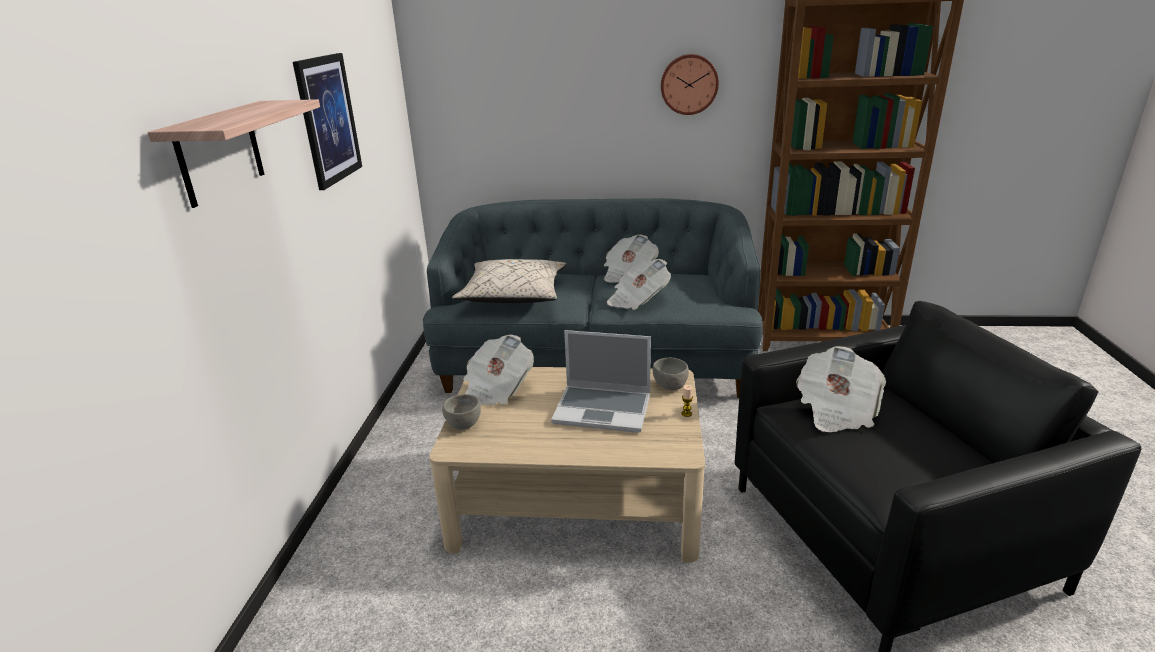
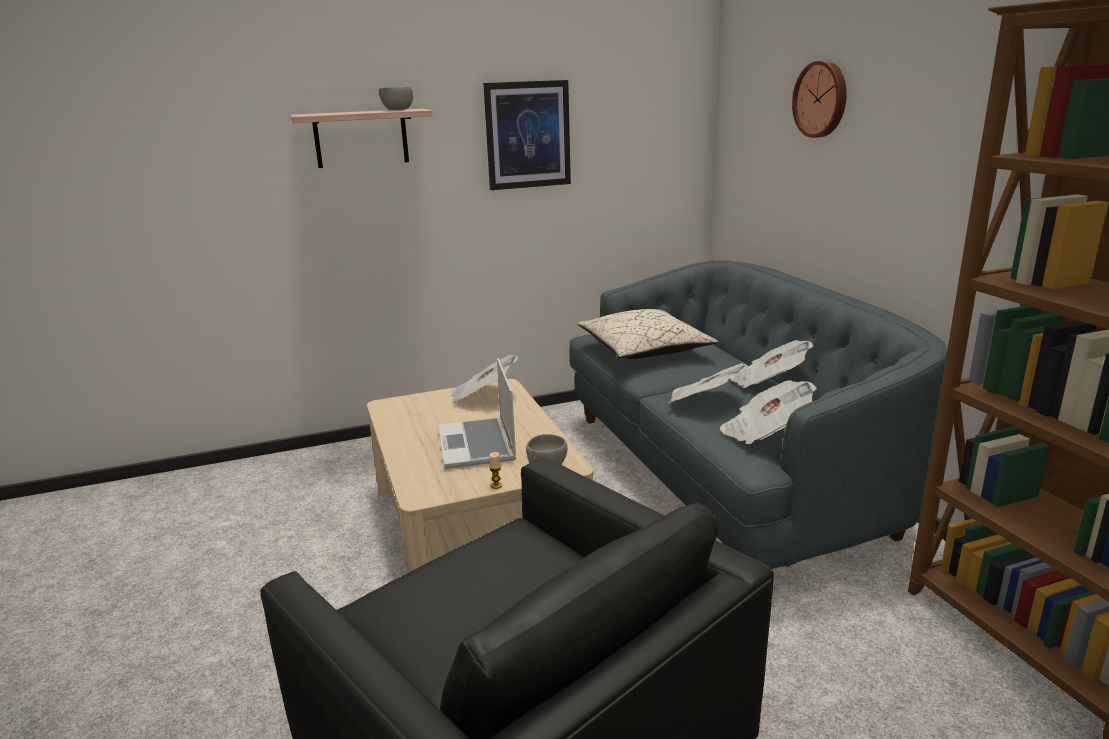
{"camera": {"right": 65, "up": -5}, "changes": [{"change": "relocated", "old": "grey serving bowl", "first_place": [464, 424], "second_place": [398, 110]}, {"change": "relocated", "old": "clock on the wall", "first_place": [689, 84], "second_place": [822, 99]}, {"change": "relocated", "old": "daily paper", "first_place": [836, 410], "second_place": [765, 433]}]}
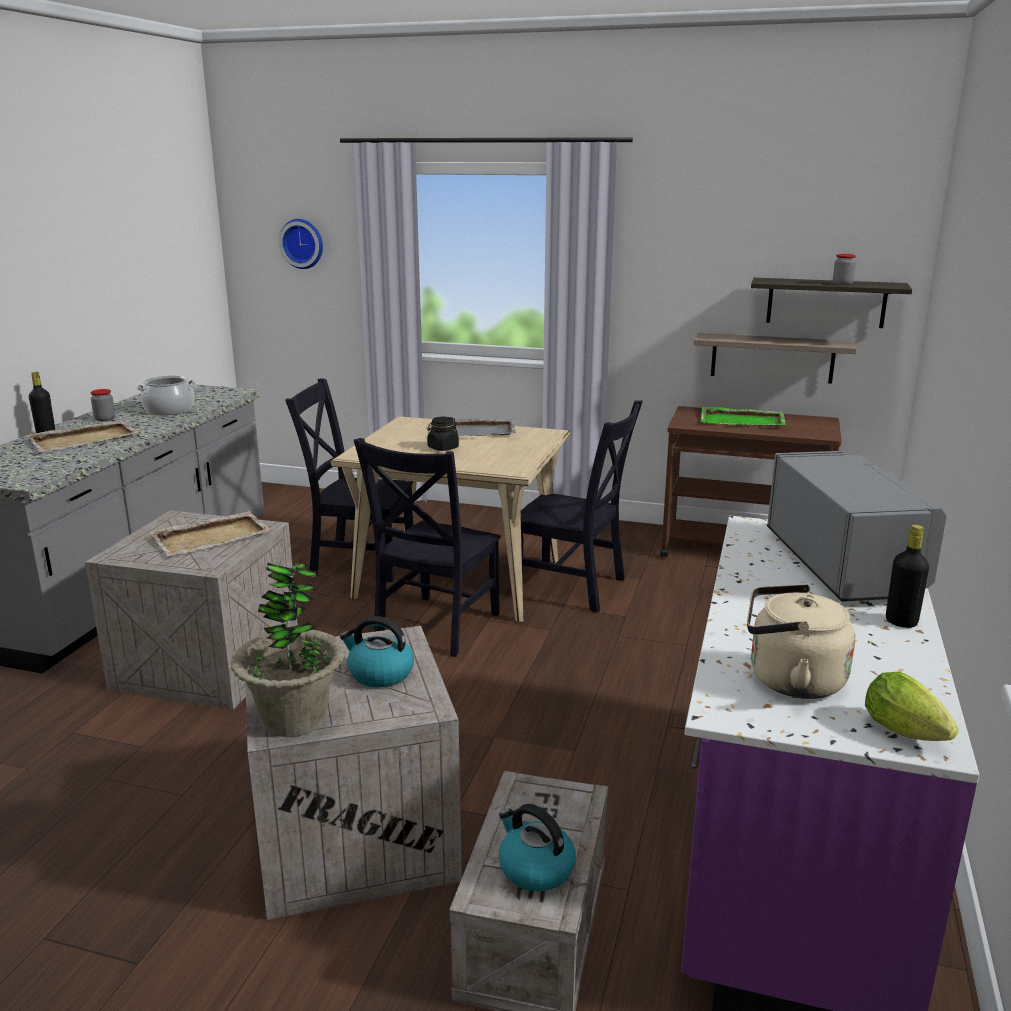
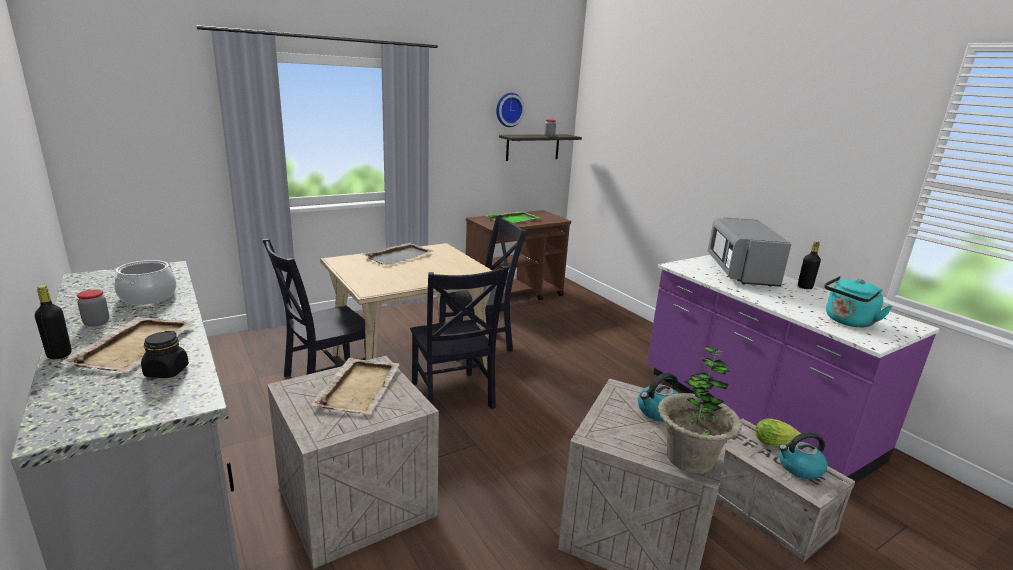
{"camera": {"right": -50, "up": 0}, "changes": [{"change": "missing", "old": "shelf", "first_place": [772, 358]}, {"change": "relocated", "old": "clock on the wall", "first_place": [303, 243], "second_place": [508, 109]}, {"change": "relocated", "old": "black-coloured jar", "first_place": [443, 448], "second_place": [166, 371]}, {"change": "relocated", "old": "lettuce head", "first_place": [908, 734], "second_place": [775, 443]}, {"change": "colour", "old": "sand-coloured water kettle", "new": "turquoise-coloured water kettle", "first_place": [789, 680], "second_place": [847, 322]}, {"change": "spun", "old": "grey microwave oven", "first_place": [843, 565], "second_place": [740, 272], "degrees": -120}]}
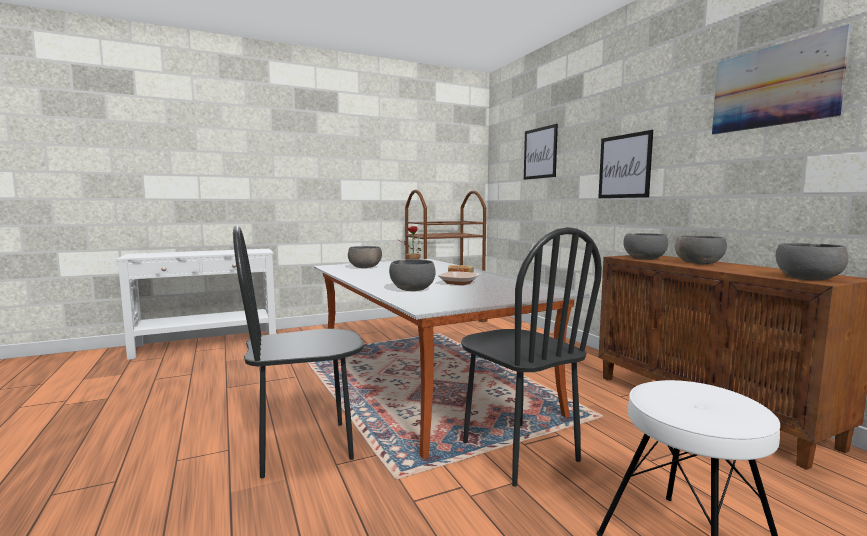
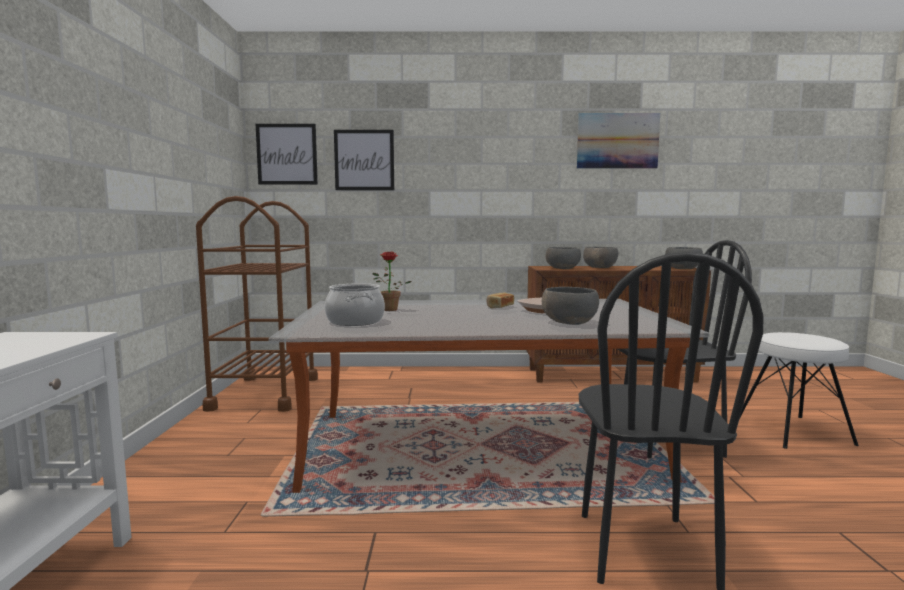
{"camera": {"right": -65, "up": 0}, "changes": [{"change": "relocated", "old": "picture", "first_place": [624, 166], "second_place": [287, 154]}, {"change": "exchanged", "old": "grey serving bowl", "new": "stockpot", "first_place": [365, 267], "second_place": [355, 321]}]}
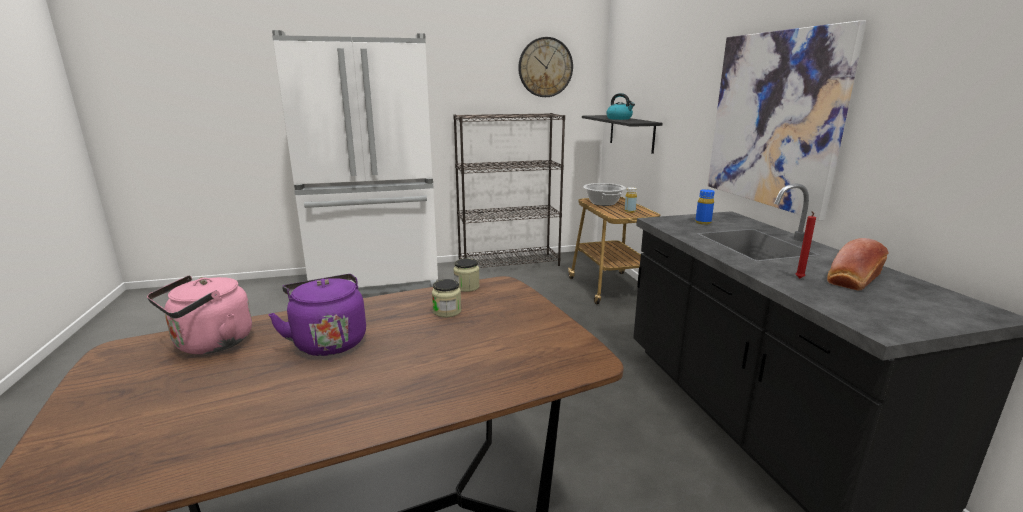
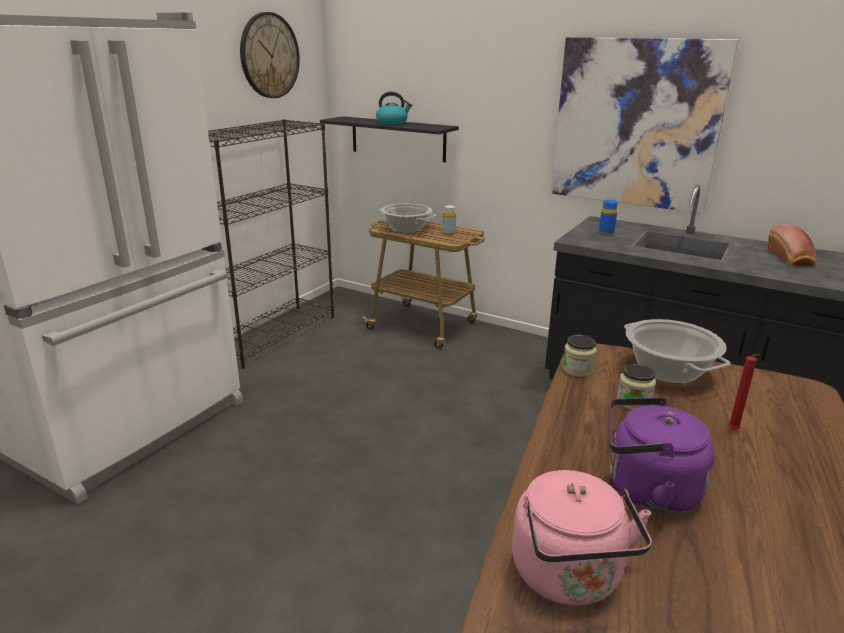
{"camera": {"right": -45, "up": 5}, "changes": [{"change": "appeared", "new": "stockpot", "second_place": [669, 371]}, {"change": "relocated", "old": "red-coloured candle", "first_place": [799, 278], "second_place": [734, 431]}]}
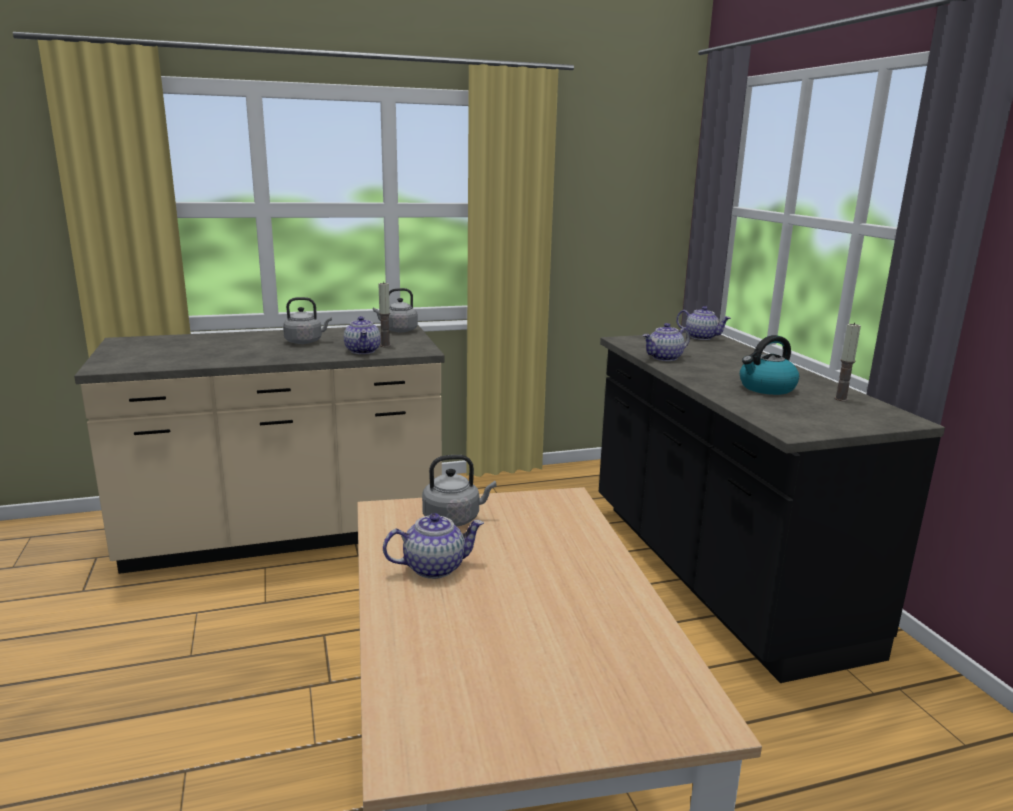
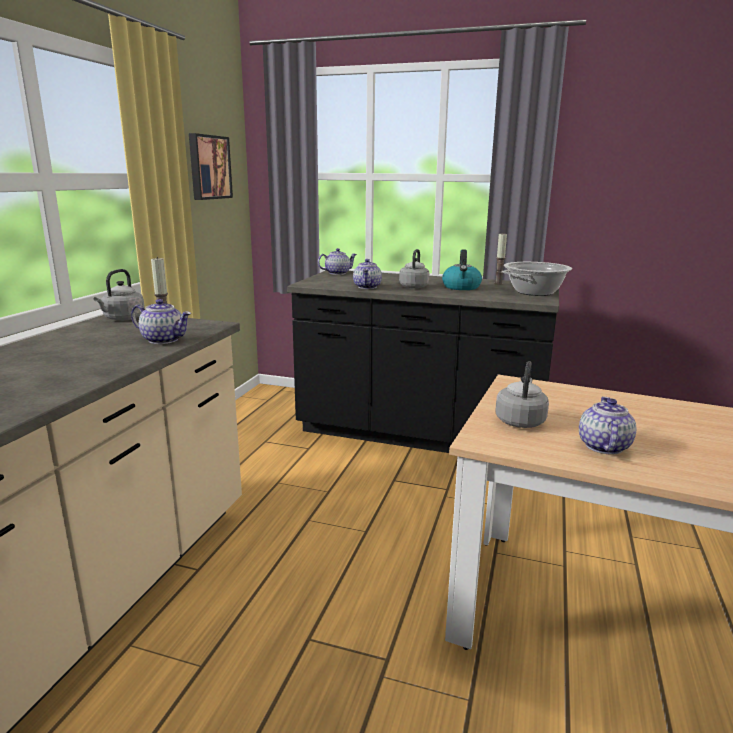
{"camera": {"right": -55, "up": 0}, "changes": [{"change": "appeared", "new": "picture", "second_place": [208, 167]}, {"change": "appeared", "new": "stockpot", "second_place": [534, 292]}, {"change": "relocated", "old": "grey water kettle", "first_place": [305, 342], "second_place": [414, 286]}]}
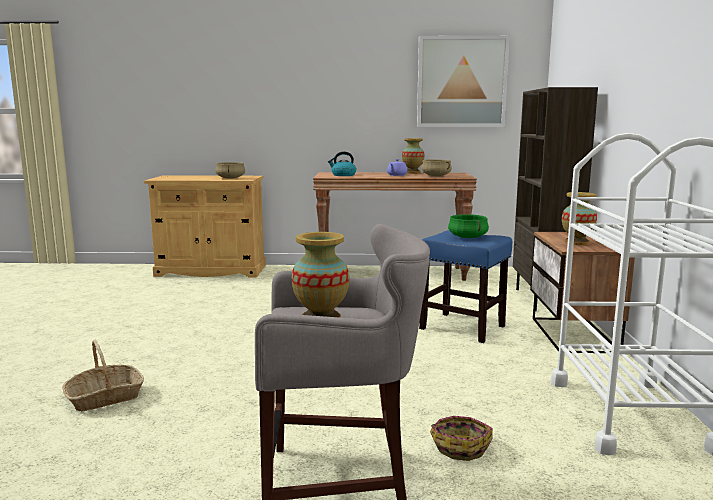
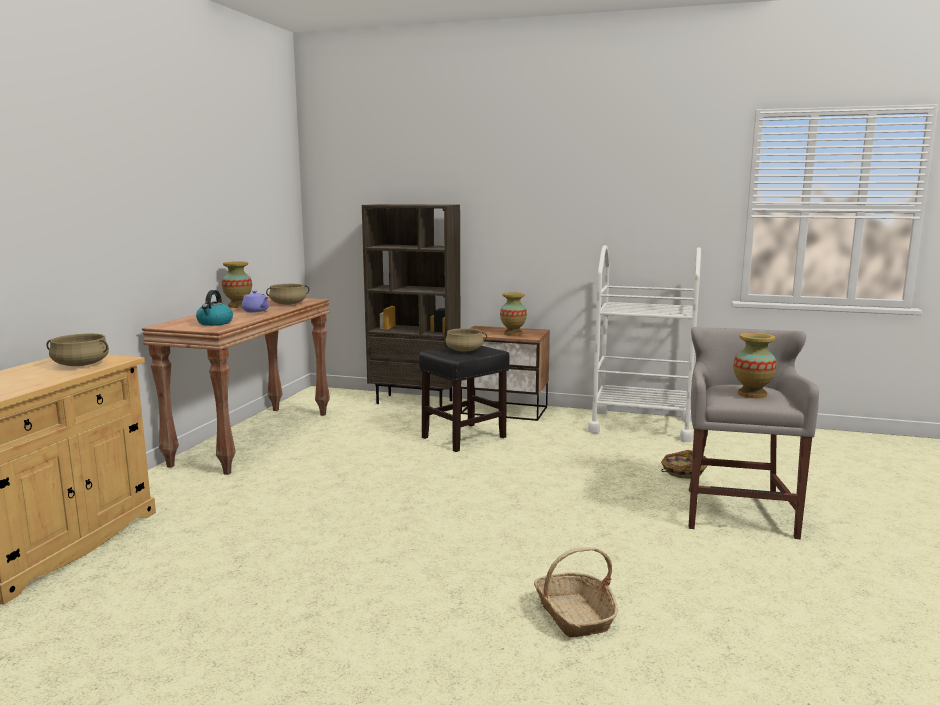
{"camera": {"right": -75, "up": 0}, "changes": [{"change": "missing", "old": "picture", "first_place": [461, 82]}, {"change": "colour", "old": "bluish sitting stool", "new": "black-coloured sitting stool", "first_place": [463, 327], "second_place": [464, 437]}, {"change": "colour", "old": "greenish stockpot", "new": "sand-coloured stockpot", "first_place": [468, 237], "second_place": [464, 350]}]}
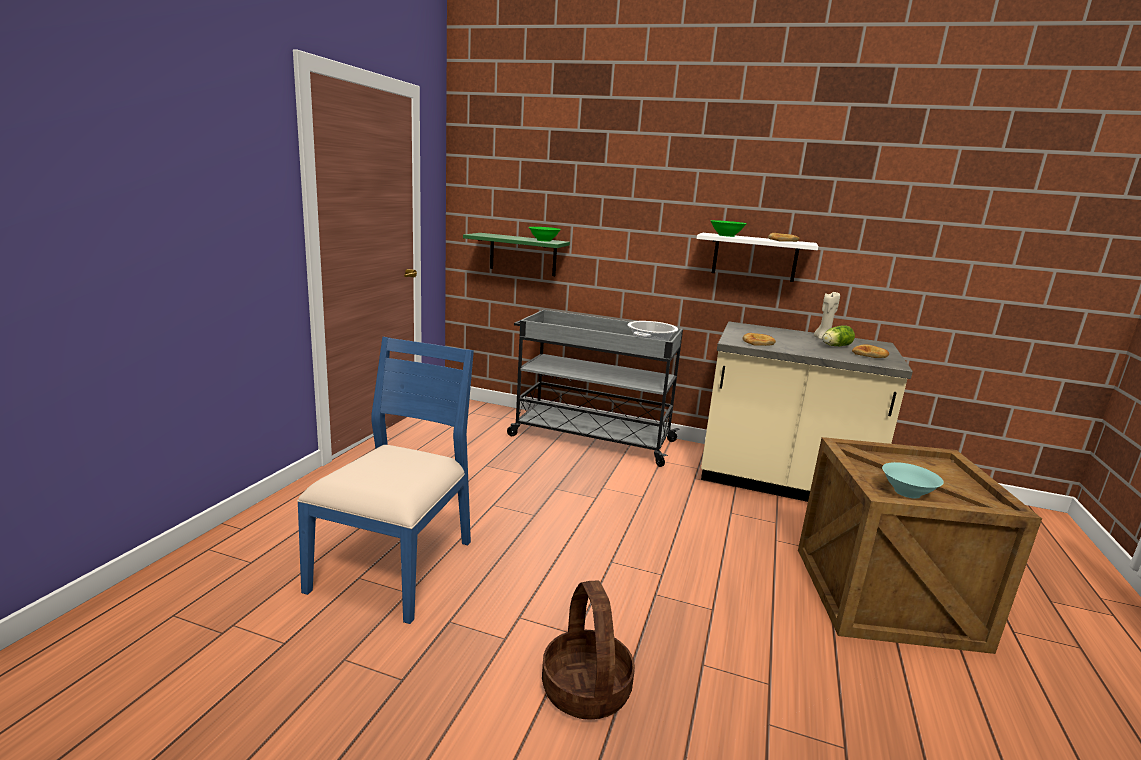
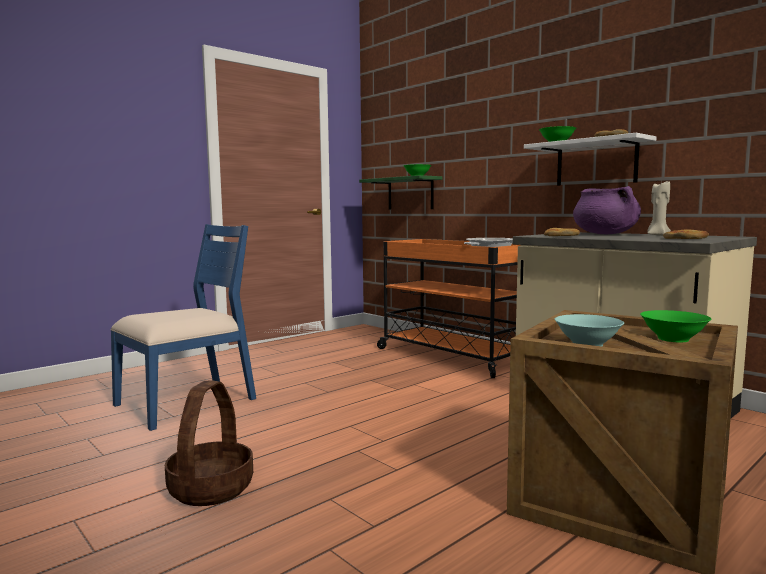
{"camera": {"right": 30, "up": -10}, "changes": [{"change": "missing", "old": "lettuce head", "first_place": [834, 346]}, {"change": "appeared", "new": "purplish stockpot", "second_place": [605, 234]}, {"change": "appeared", "new": "greenish serving bowl", "second_place": [672, 339]}, {"change": "colour", "old": "grey wheeled cart", "new": "orange wheeled cart", "first_place": [590, 438], "second_place": [450, 355]}]}
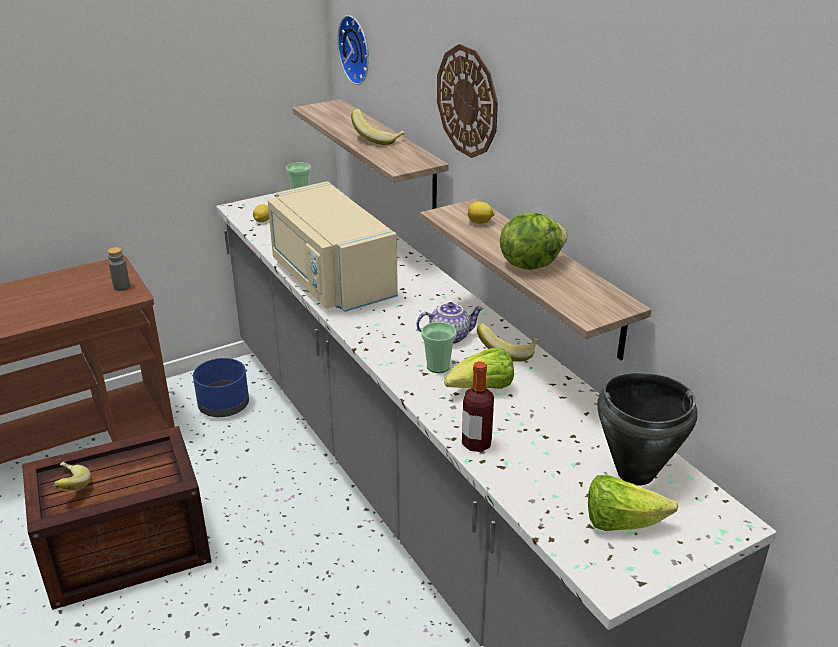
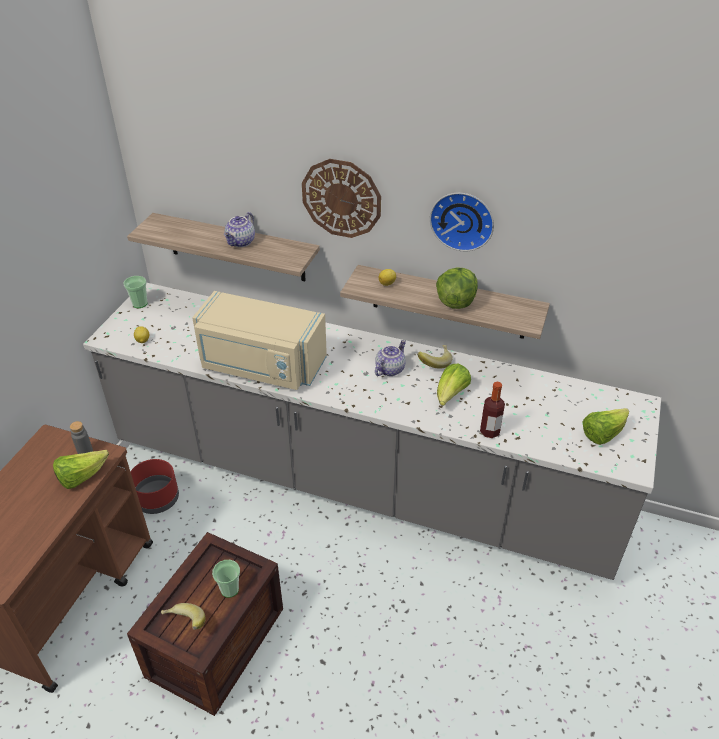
{"camera": {"right": -40, "up": 10}, "changes": [{"change": "missing", "old": "black-coloured stockpot", "first_place": [634, 473]}, {"change": "appeared", "new": "lettuce head", "second_place": [82, 477]}, {"change": "relocated", "old": "clock on the wall", "first_place": [357, 49], "second_place": [462, 219]}, {"change": "relocated", "old": "cup", "first_place": [438, 366], "second_place": [229, 589]}, {"change": "exchanged", "old": "banana", "new": "pot for tea", "first_place": [378, 139], "second_place": [241, 242]}, {"change": "colour", "old": "bluish flower pot", "new": "red-coloured flower pot", "first_place": [224, 405], "second_place": [157, 498]}]}
